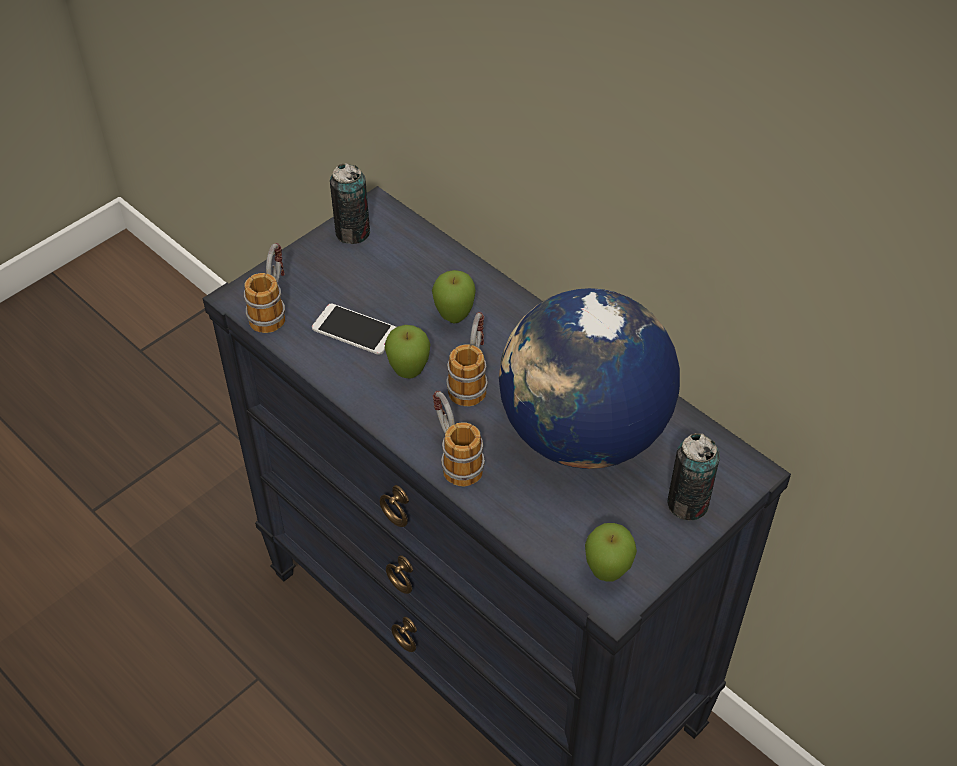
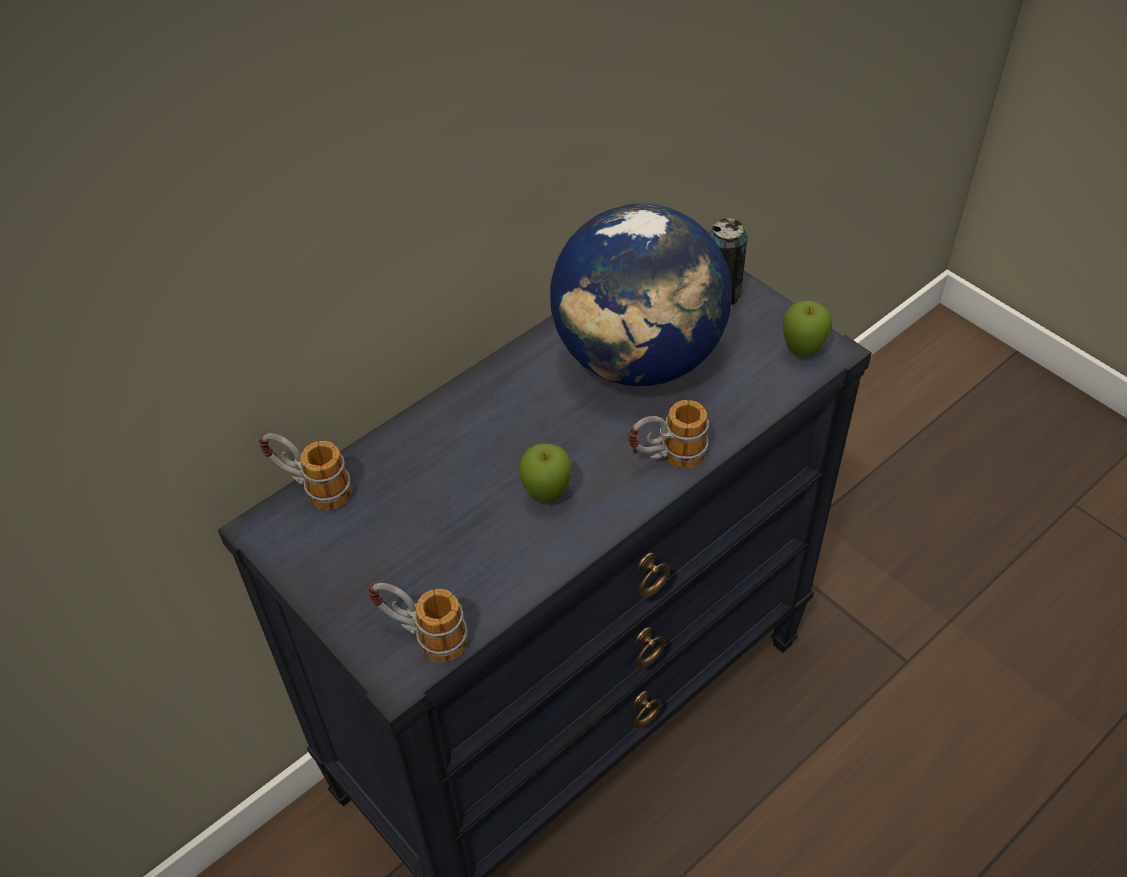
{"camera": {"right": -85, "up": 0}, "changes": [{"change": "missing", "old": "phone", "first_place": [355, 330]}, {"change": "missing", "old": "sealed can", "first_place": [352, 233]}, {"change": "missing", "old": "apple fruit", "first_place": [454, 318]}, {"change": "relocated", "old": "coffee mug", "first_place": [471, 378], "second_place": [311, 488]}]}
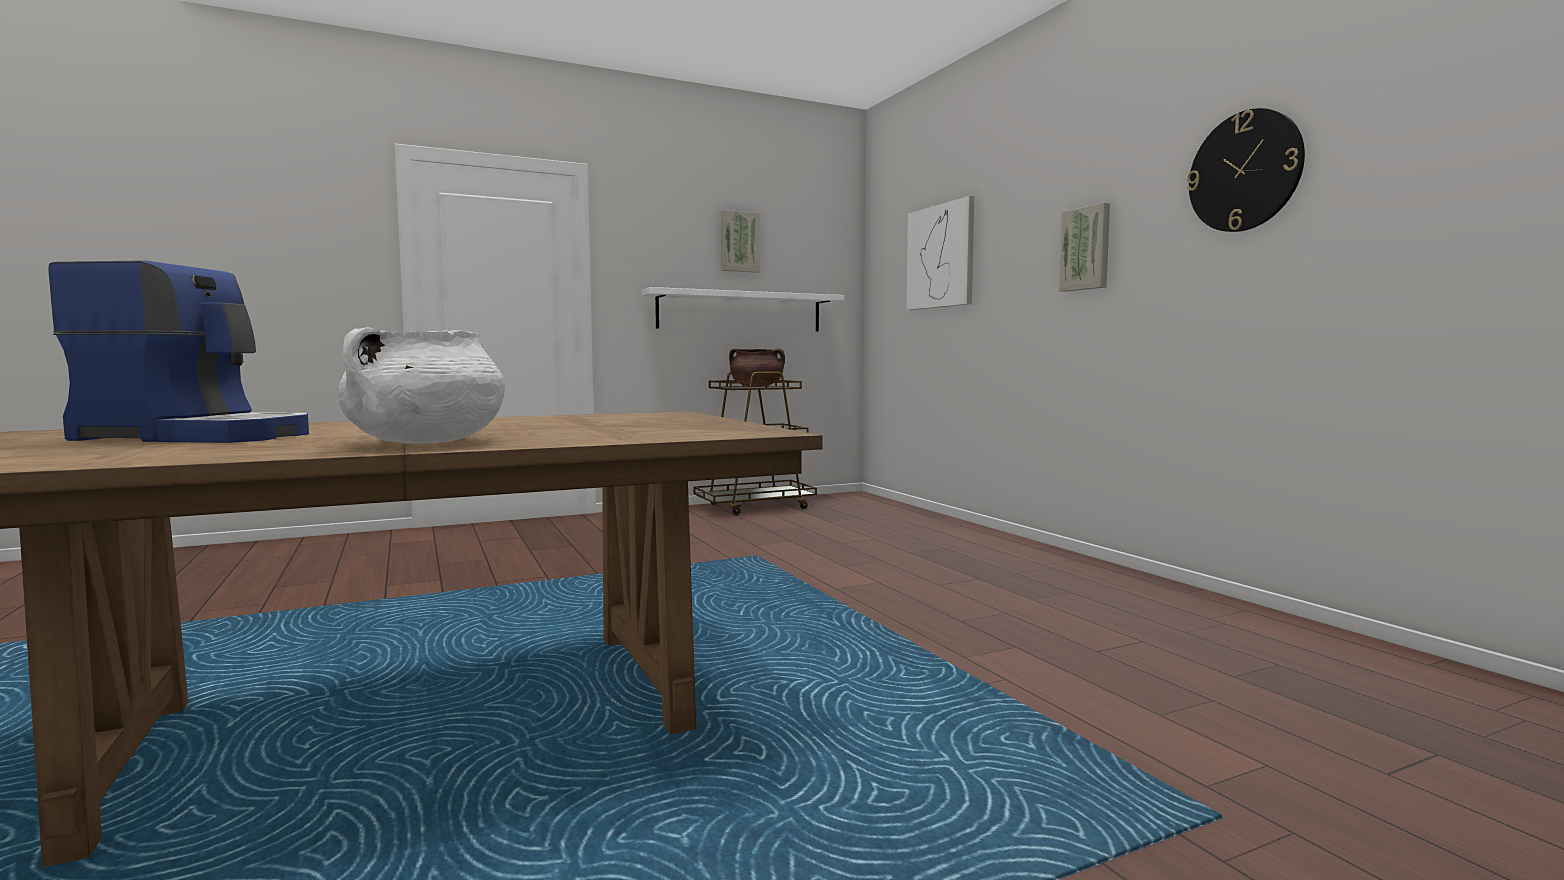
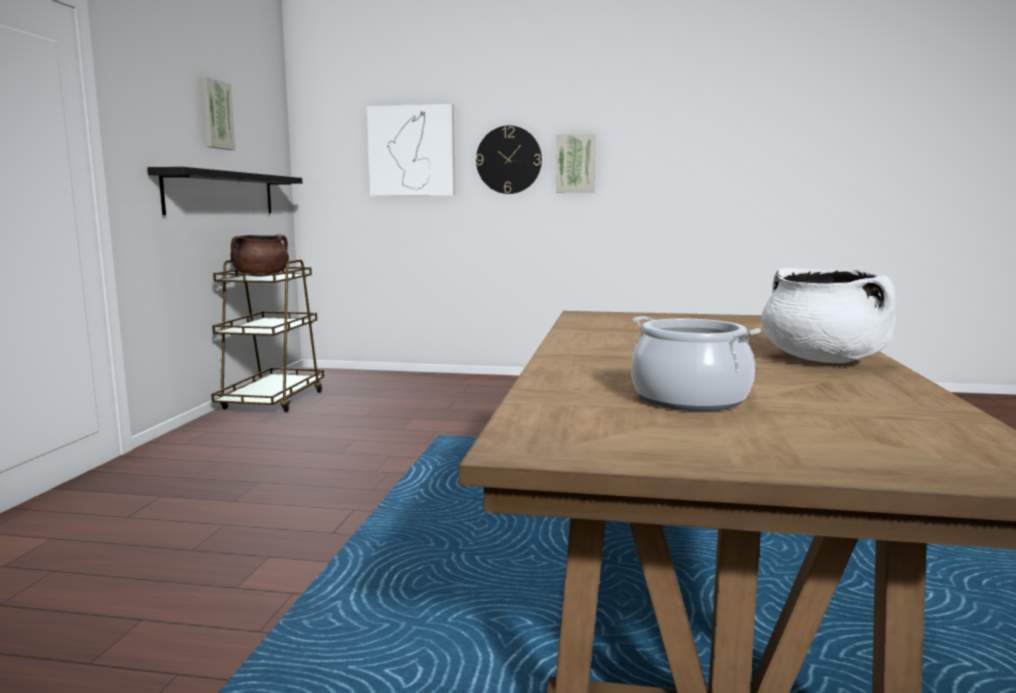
{"camera": {"right": -55, "up": 5}, "changes": [{"change": "relocated", "old": "clock on the wall", "first_place": [1244, 171], "second_place": [509, 160]}, {"change": "exchanged", "old": "coffee maker", "new": "stockpot", "first_place": [199, 436], "second_place": [690, 399]}, {"change": "colour", "old": "white shelf", "new": "black-coloured shelf", "first_place": [740, 311], "second_place": [221, 193]}]}
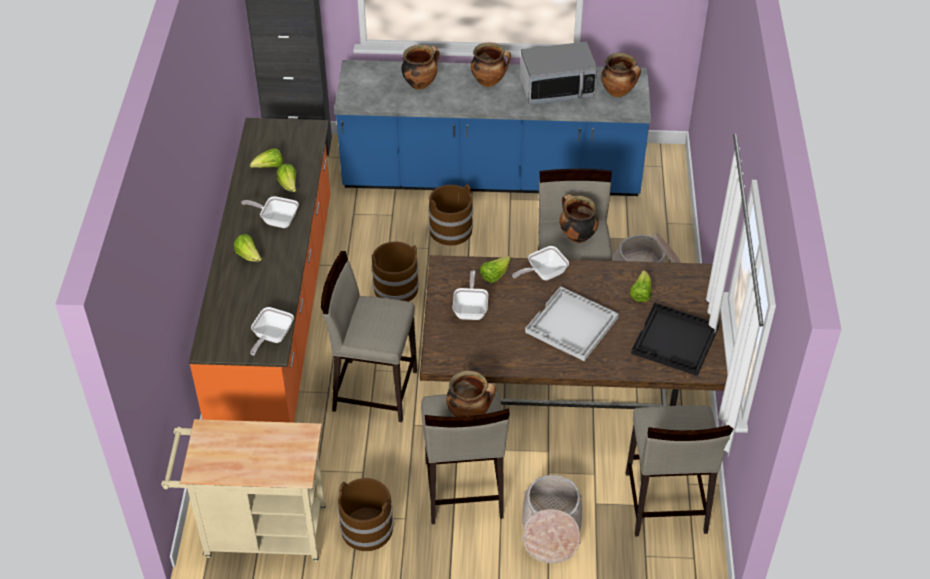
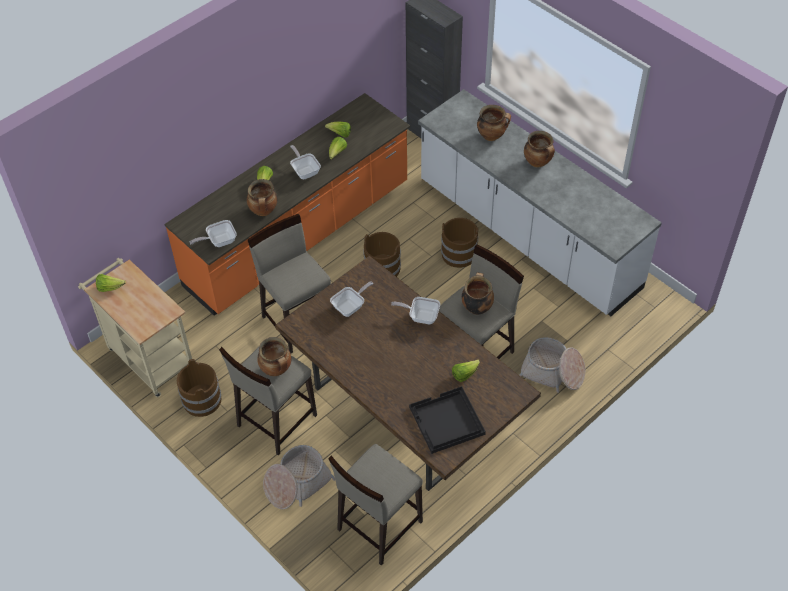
{"camera": {"right": 45, "up": 5}, "changes": [{"change": "missing", "old": "microwave oven", "first_place": [557, 89]}, {"change": "missing", "old": "white carrying tray", "first_place": [572, 326]}, {"change": "relocated", "old": "lettuce head", "first_place": [494, 275], "second_place": [110, 288]}, {"change": "relocated", "old": "stockpot", "first_place": [618, 92], "second_place": [264, 211]}, {"change": "colour", "old": "bluish kitchen base unit", "new": "white kitchen base unit", "first_place": [491, 176], "second_place": [527, 235]}]}
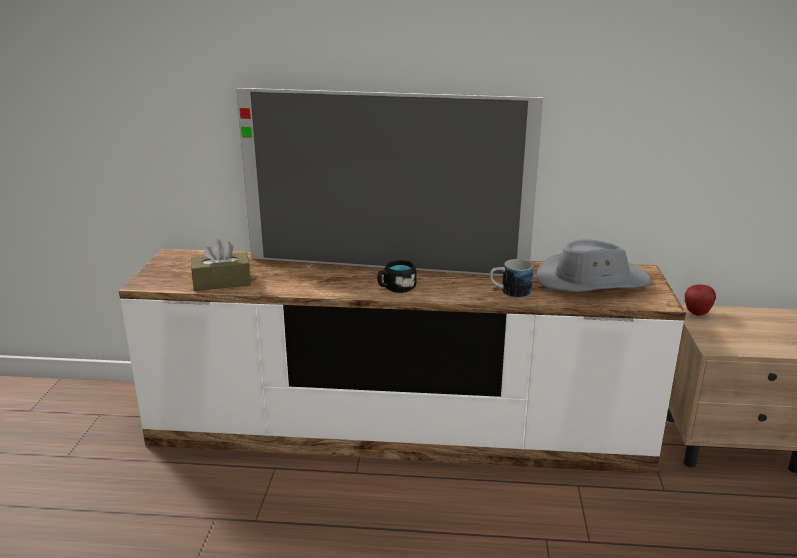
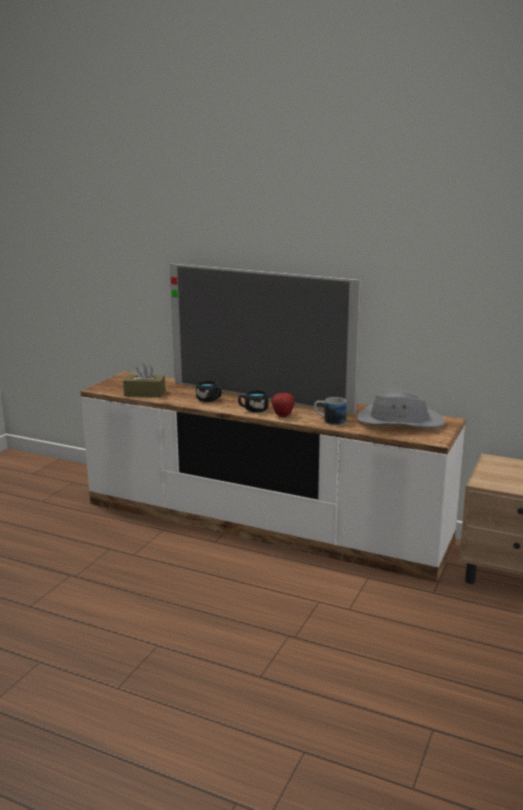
{"camera": {"right": 20, "up": -5}, "changes": [{"change": "appeared", "new": "black-coloured coffee mug", "second_place": [210, 399]}, {"change": "relocated", "old": "apple fruit", "first_place": [697, 313], "second_place": [282, 415]}]}
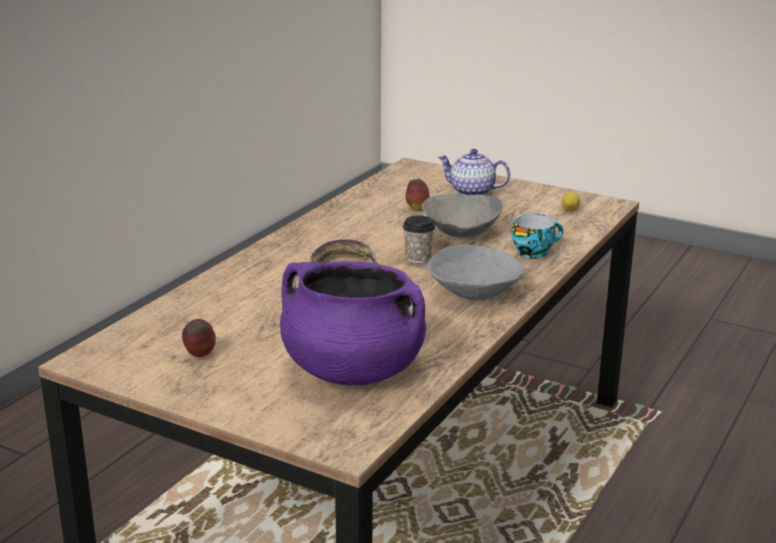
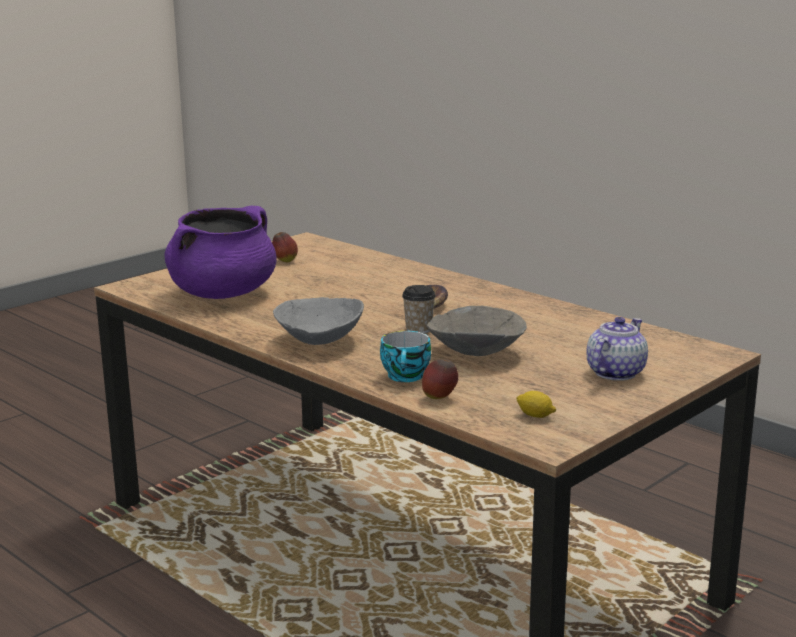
{"camera": {"right": 105, "up": -5}, "changes": [{"change": "relocated", "old": "apple fruit", "first_place": [417, 209], "second_place": [439, 398]}]}
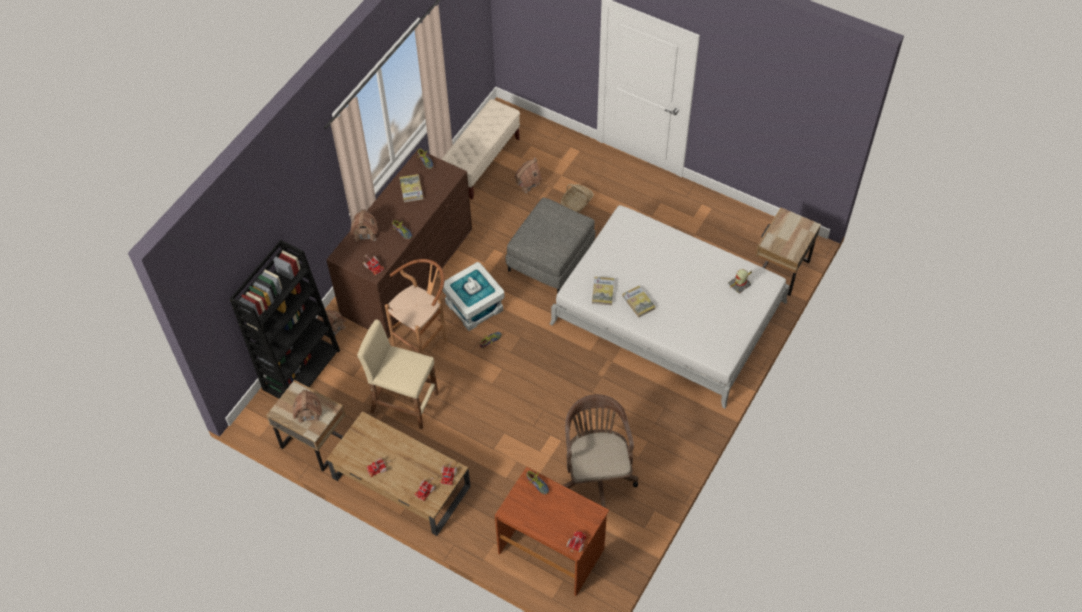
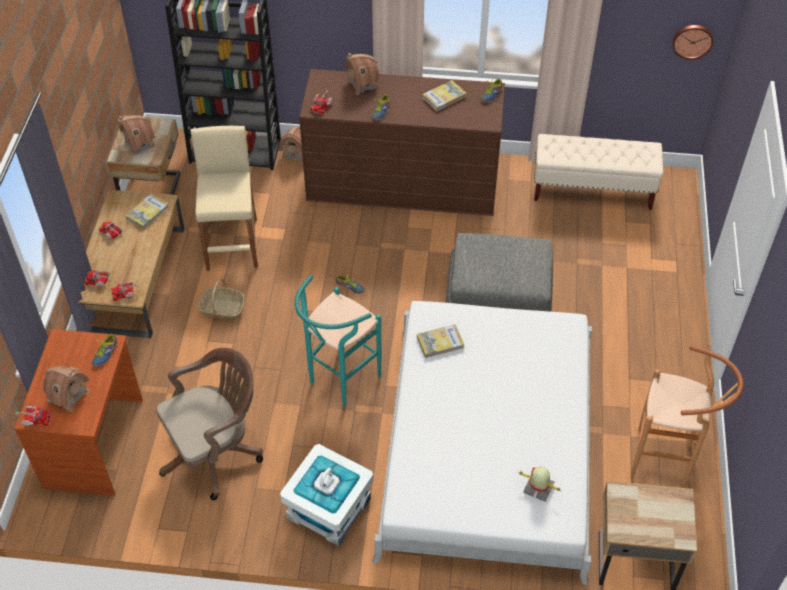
{"camera": {"right": 65, "up": -5}, "changes": [{"change": "appeared", "new": "turquoise-coloured sitting stool", "second_place": [339, 382]}, {"change": "appeared", "new": "clock on the wall", "second_place": [692, 40]}, {"change": "relocated", "old": "brown sitting stool", "first_place": [424, 342], "second_place": [668, 460]}, {"change": "relocated", "old": "white storage bin", "first_place": [474, 307], "second_place": [328, 508]}, {"change": "relocated", "old": "model house", "first_place": [527, 183], "second_place": [68, 395]}, {"change": "relocated", "old": "storage basket", "first_place": [577, 203], "second_place": [222, 308]}, {"change": "relocated", "old": "book", "first_place": [638, 302], "second_place": [147, 213]}]}
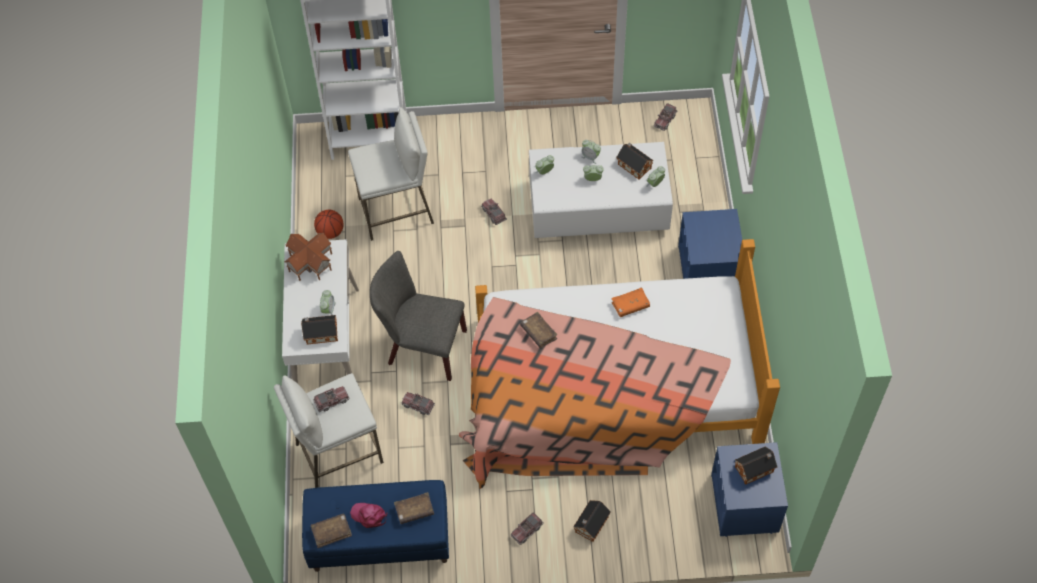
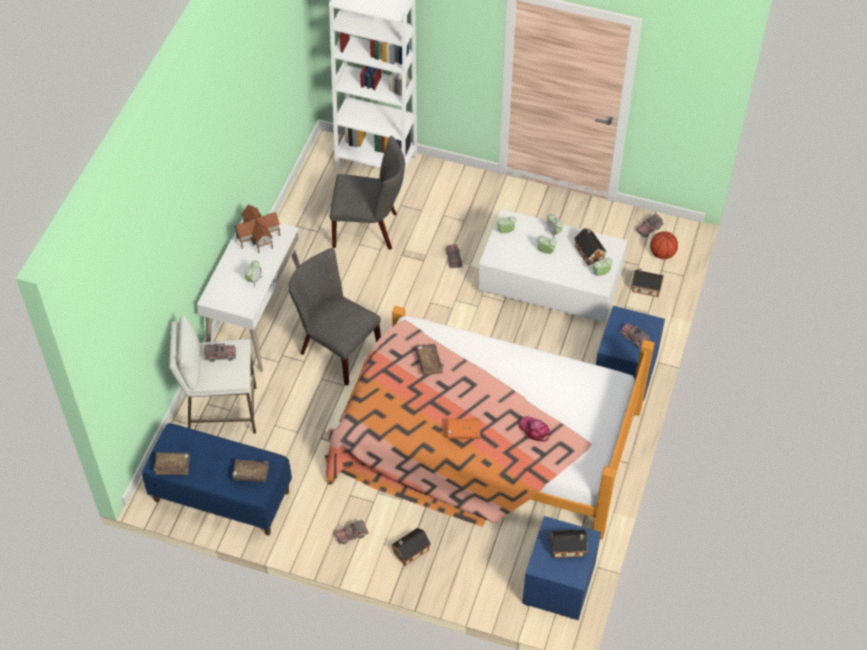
{"camera": {"right": 20, "up": -5}, "changes": [{"change": "relocated", "old": "model house", "first_place": [320, 333], "second_place": [645, 287]}, {"change": "relocated", "old": "ball for basketball", "first_place": [330, 232], "second_place": [662, 254]}, {"change": "relocated", "old": "pink-coloured baseball cap", "first_place": [369, 516], "second_place": [534, 430]}, {"change": "relocated", "old": "toy truck", "first_place": [418, 405], "second_place": [634, 338]}, {"change": "relocated", "old": "orange book", "first_place": [630, 305], "second_place": [463, 431]}, {"change": "exchanged", "old": "white sitting stool", "new": "grey chair", "first_place": [396, 211], "second_place": [370, 229]}]}
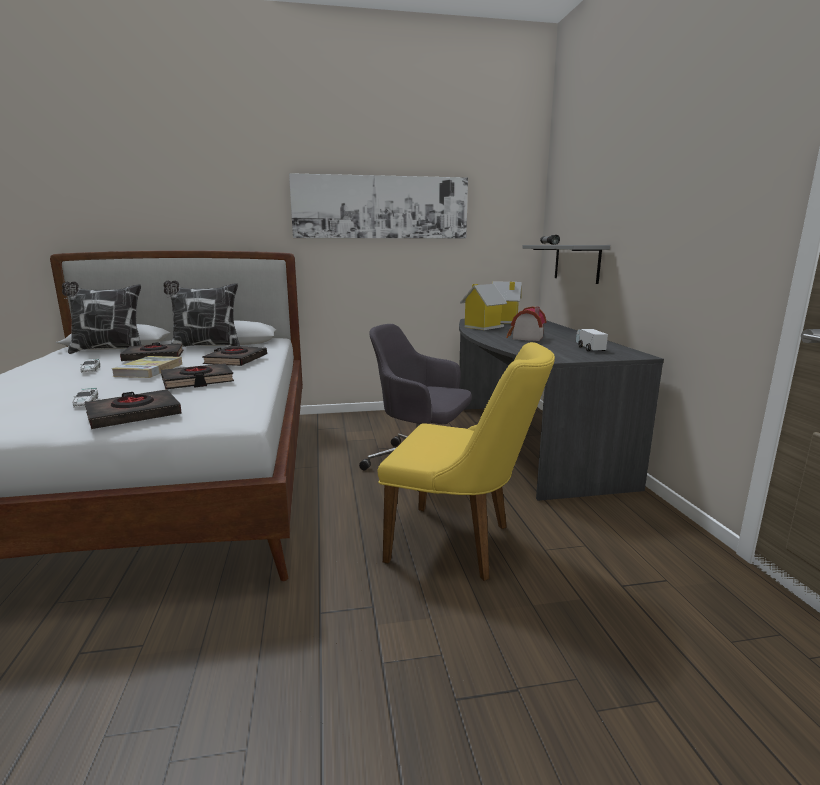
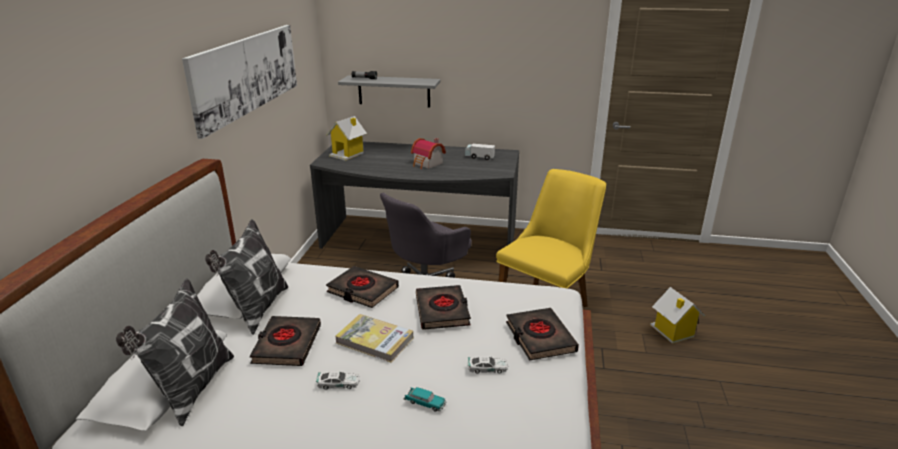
{"camera": {"right": -70, "up": 10}, "changes": [{"change": "appeared", "new": "miniature car", "second_place": [425, 403]}, {"change": "relocated", "old": "model house", "first_place": [482, 327], "second_place": [672, 332]}]}
